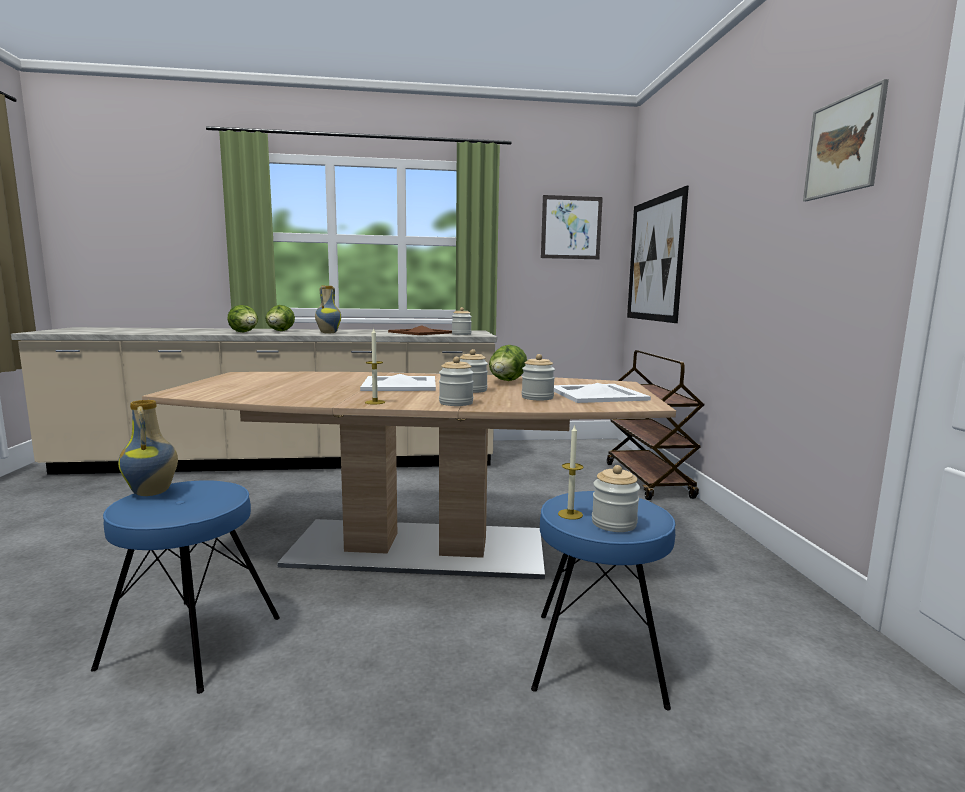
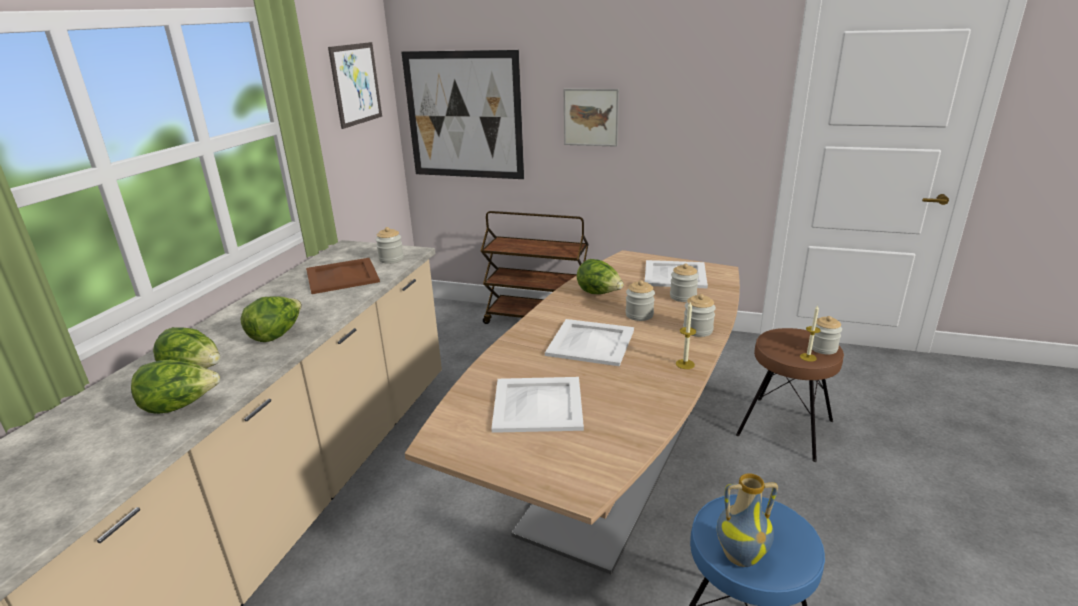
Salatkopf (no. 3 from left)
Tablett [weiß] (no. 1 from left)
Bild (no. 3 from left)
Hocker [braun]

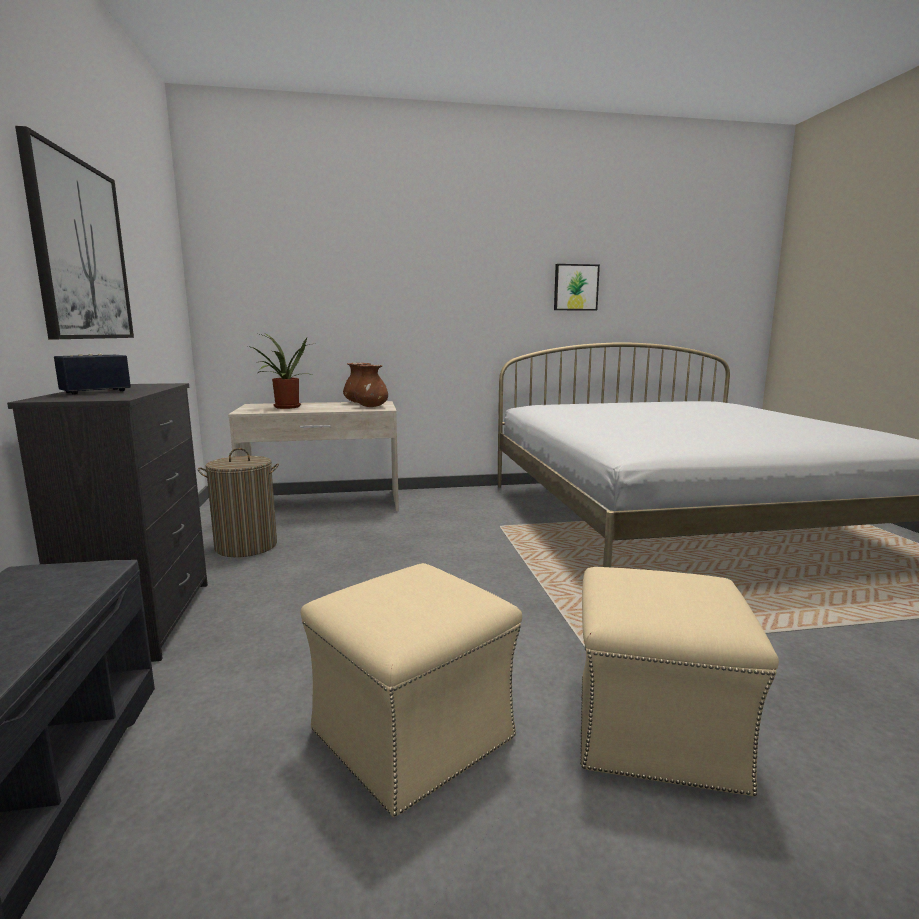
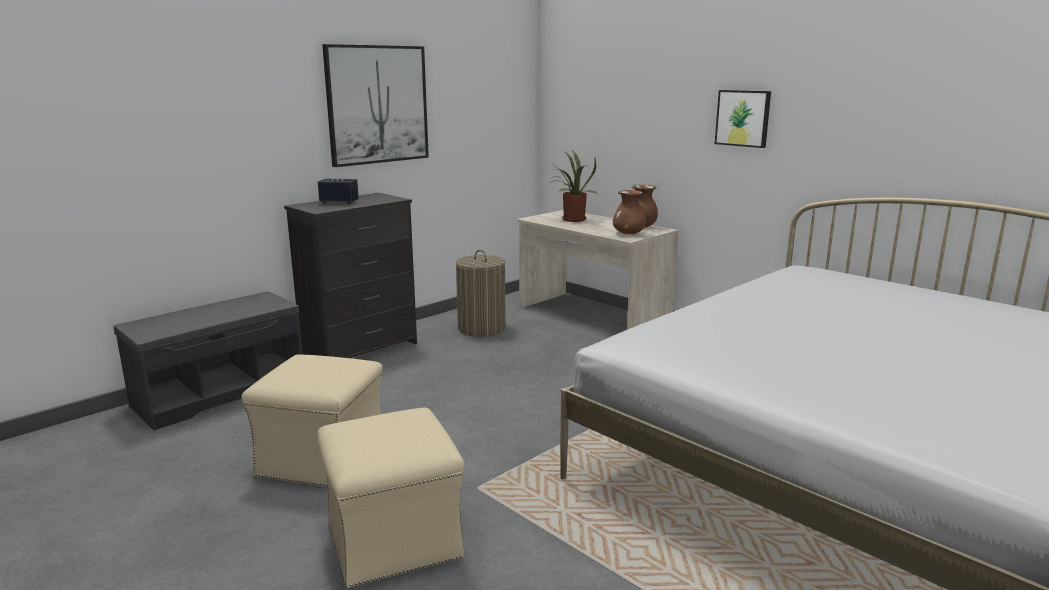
Bild (no. 2 from left)

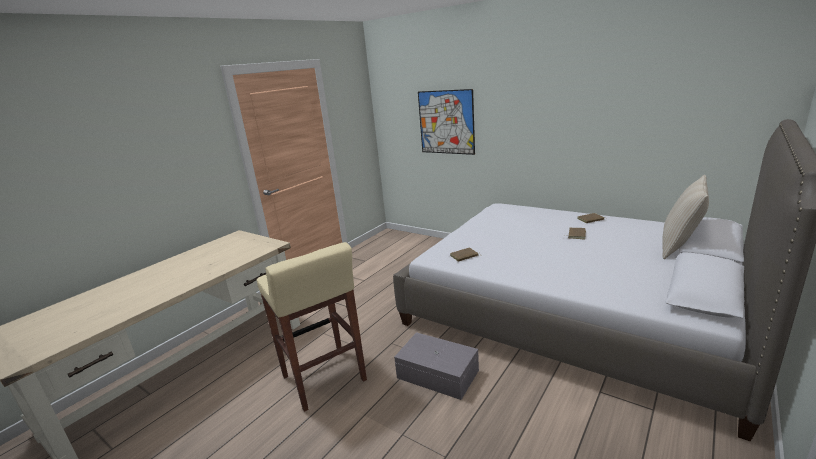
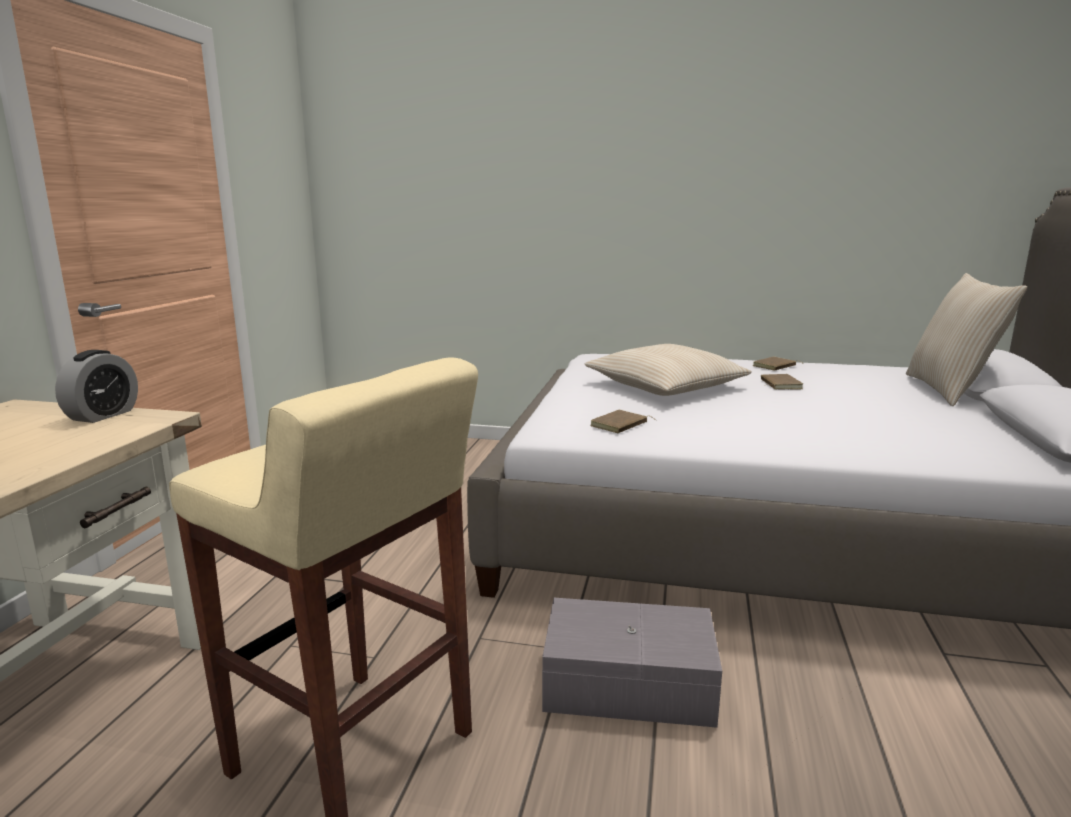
Wecker
Kissen [beige] (no. 1 from left)
Bild

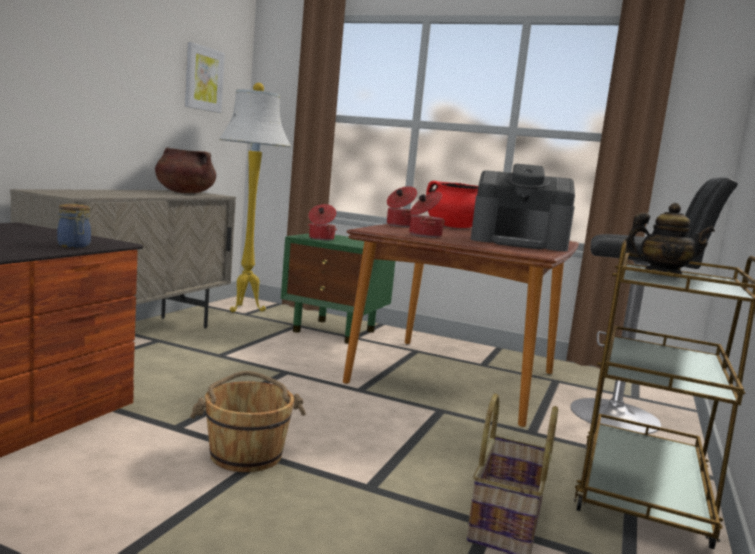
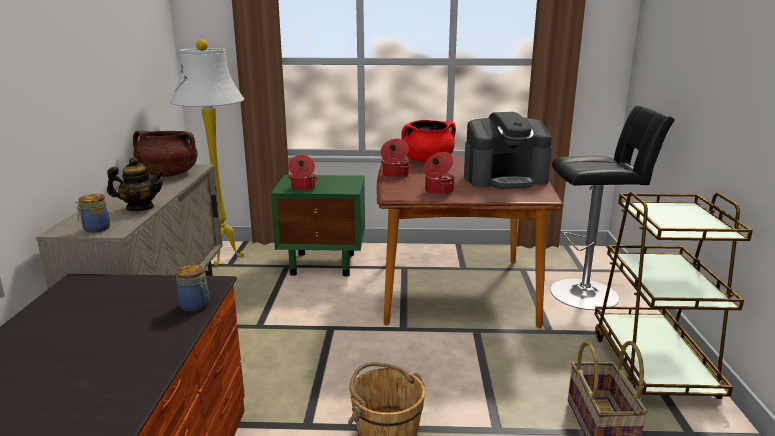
Vorratsglas (no. 1 from left)
Teekanne
Bild

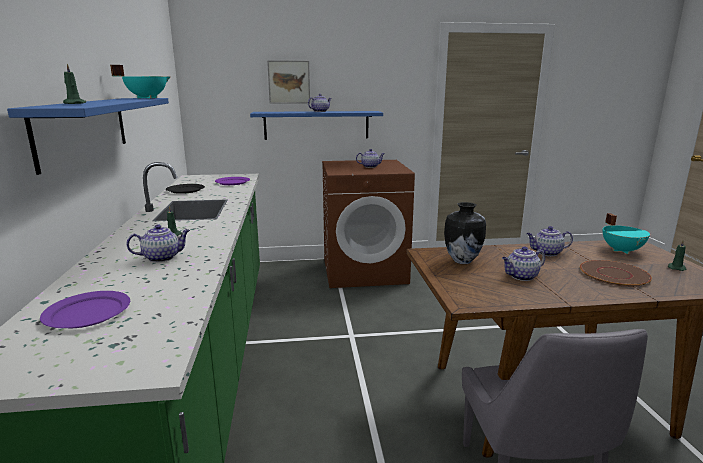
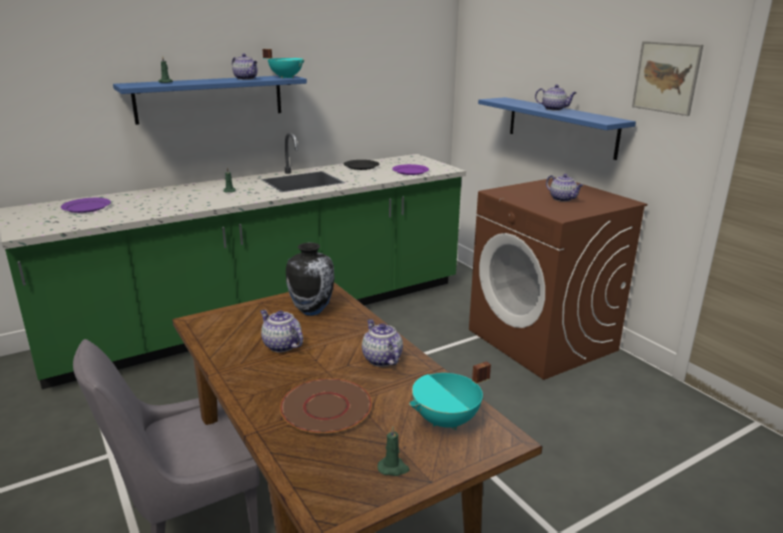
Teekanne (no. 1 from left)
Bild

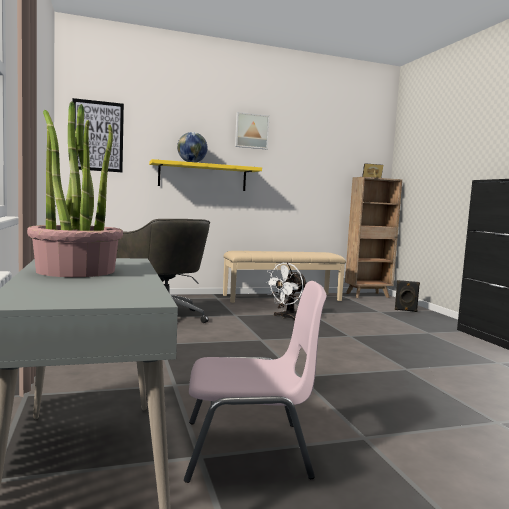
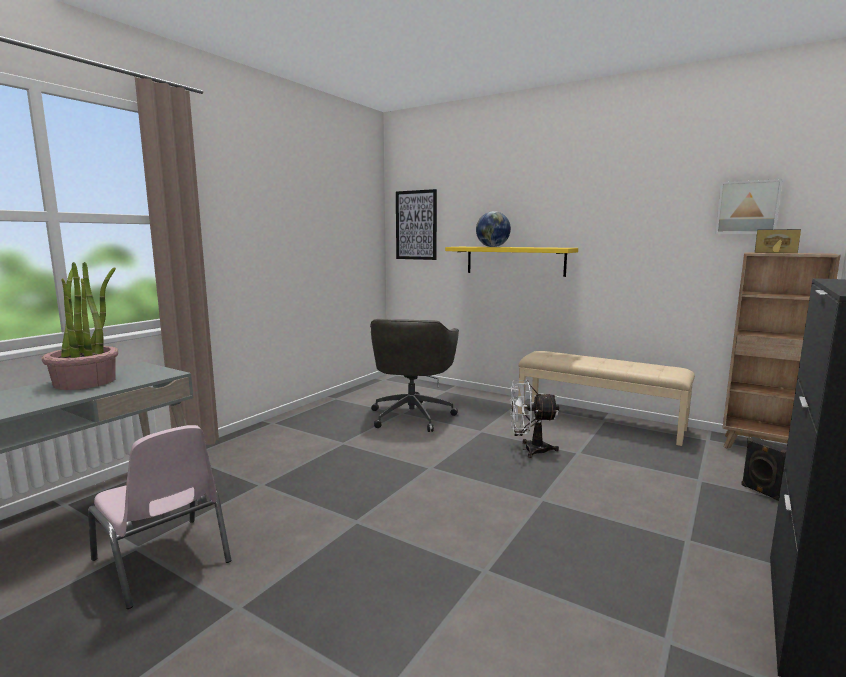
Bild (no. 2 from left)

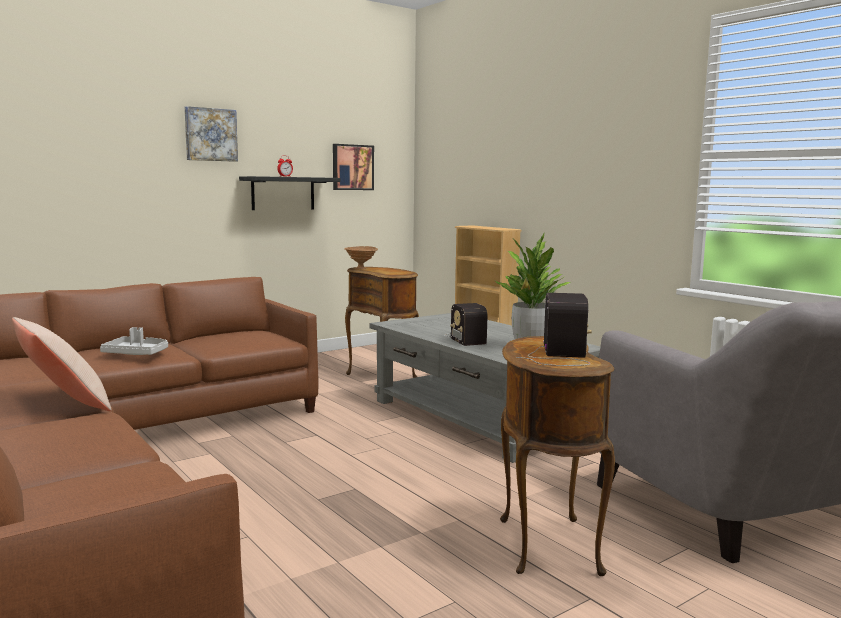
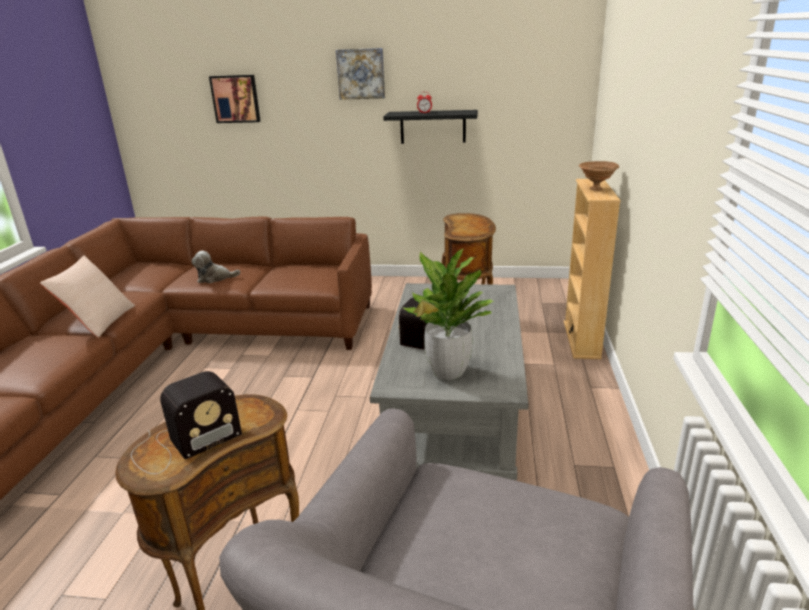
Plüschtier
Bild (no. 1 from left)
Schüssel [braun]

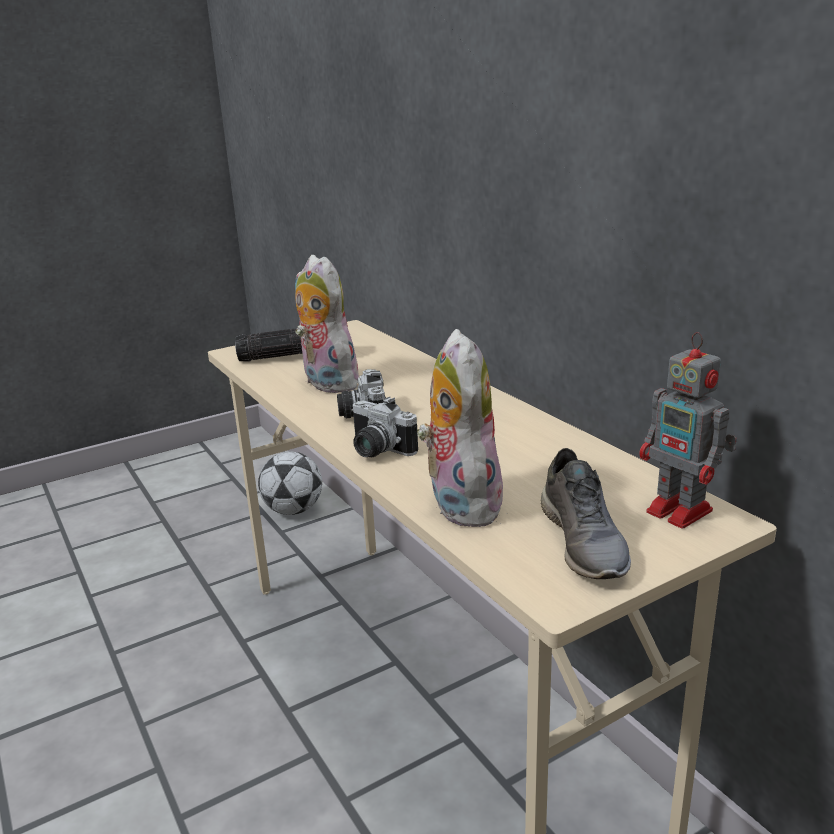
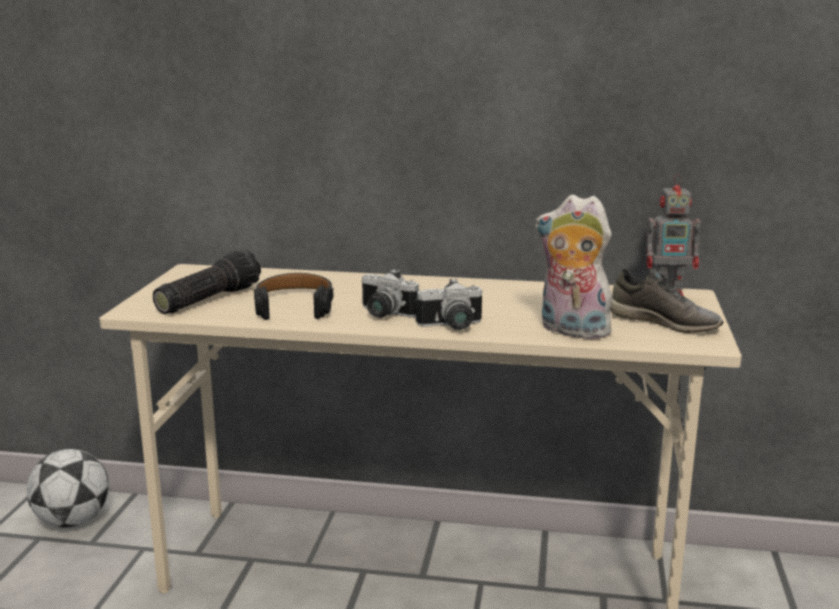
Kopfhörer [schwarz]

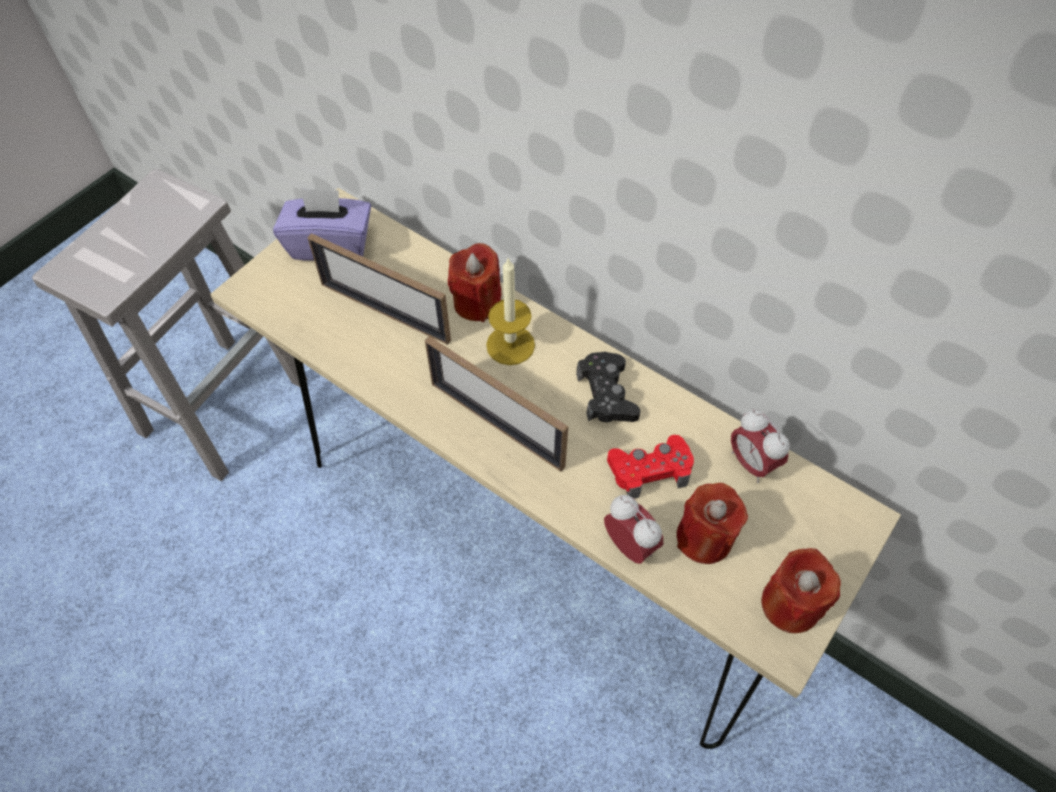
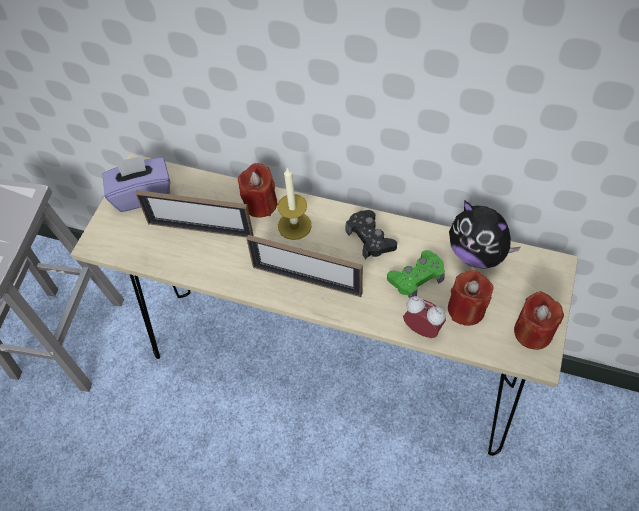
Gamepad [grün]
Plüschtier

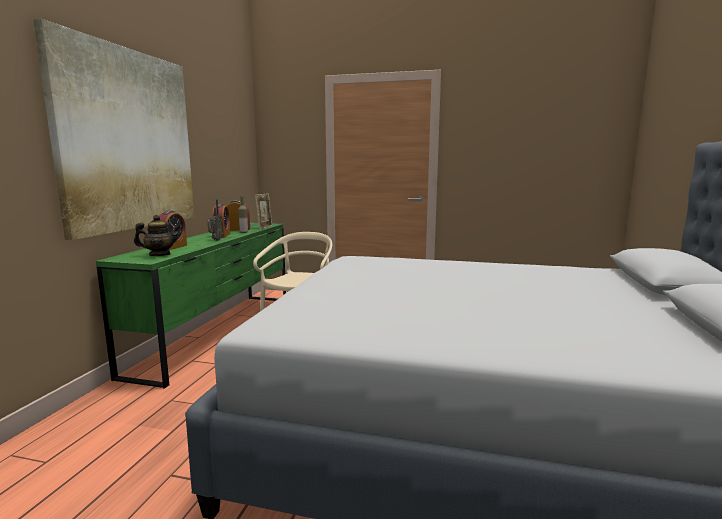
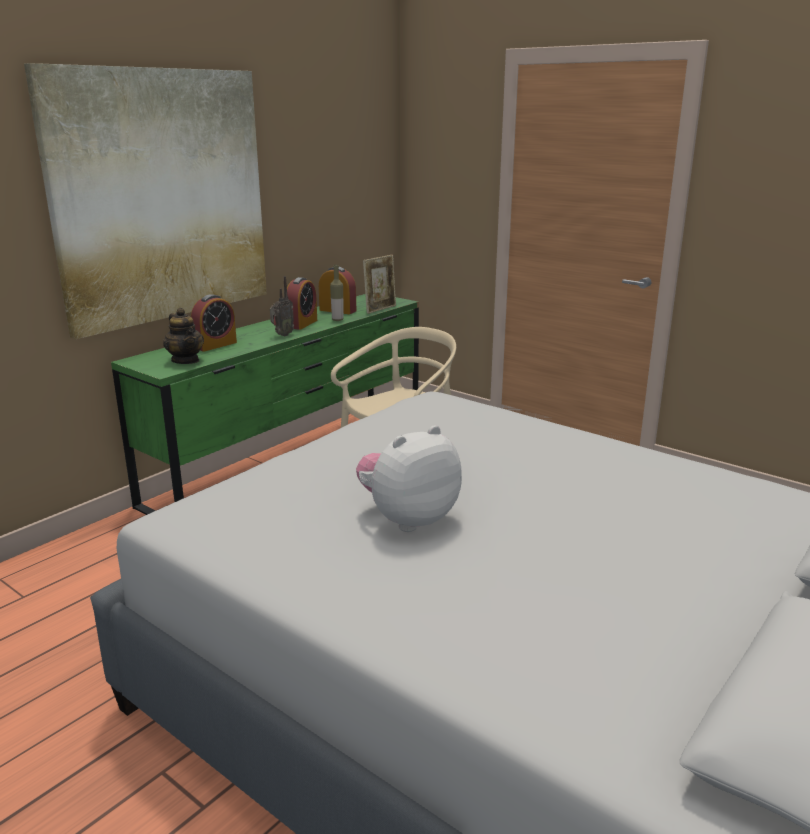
Teekanne
Plüschtier

